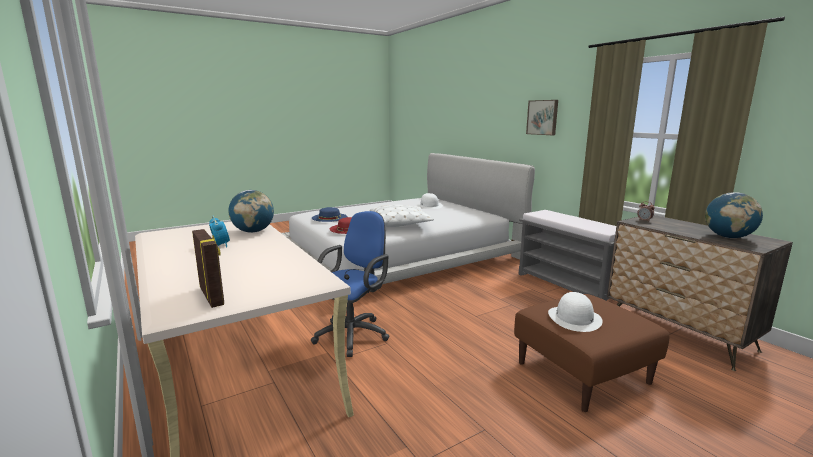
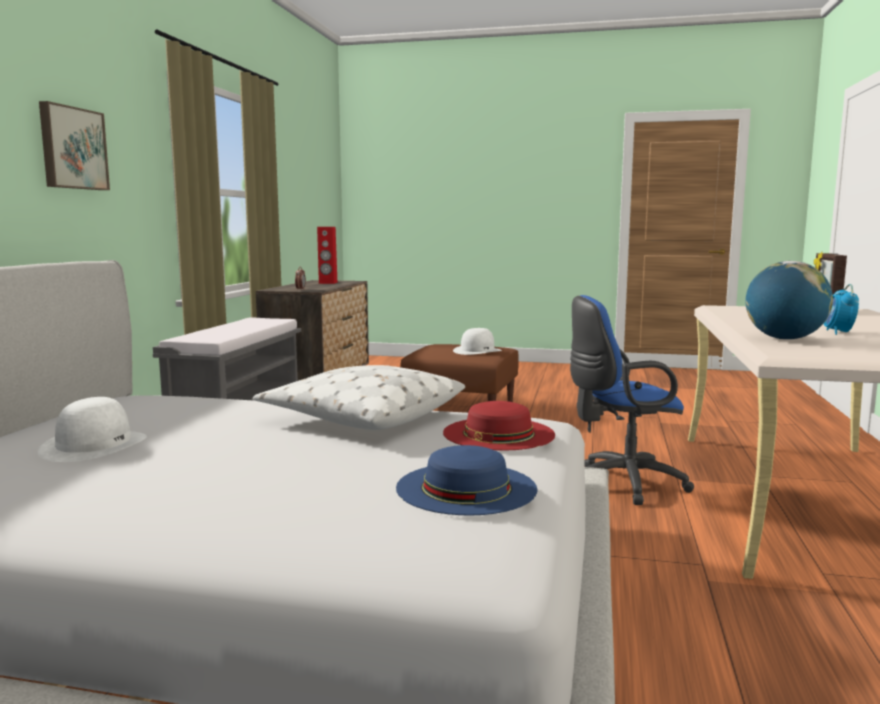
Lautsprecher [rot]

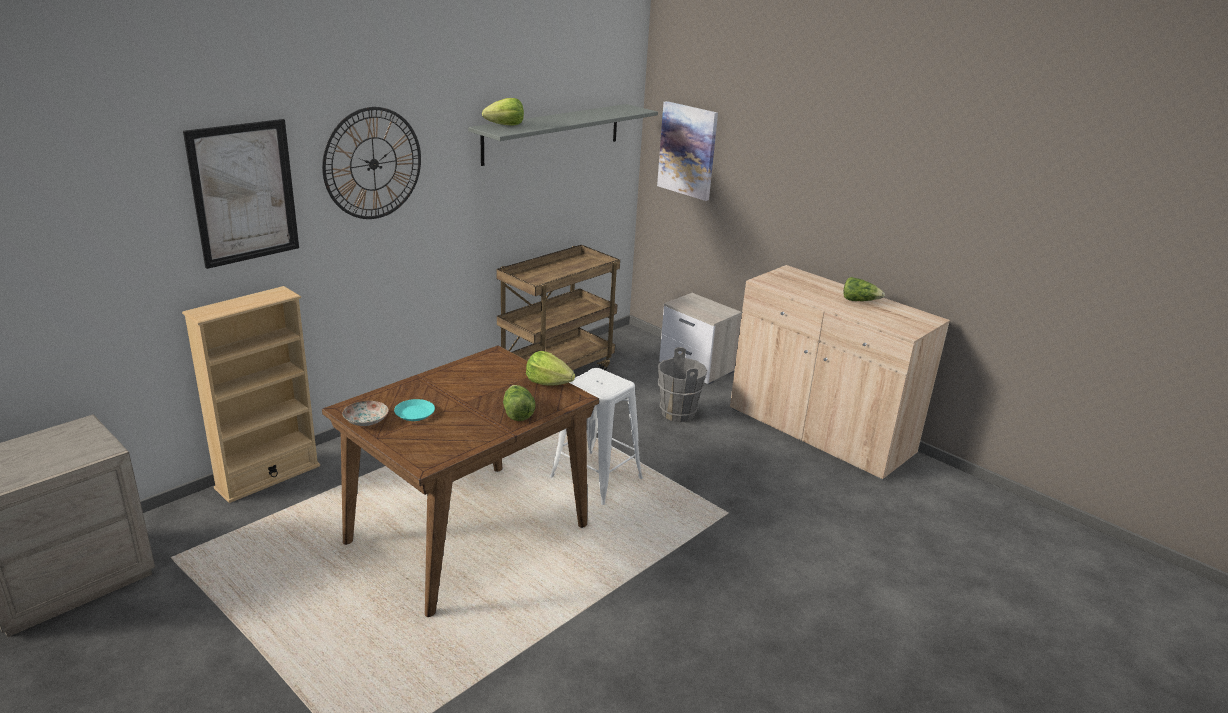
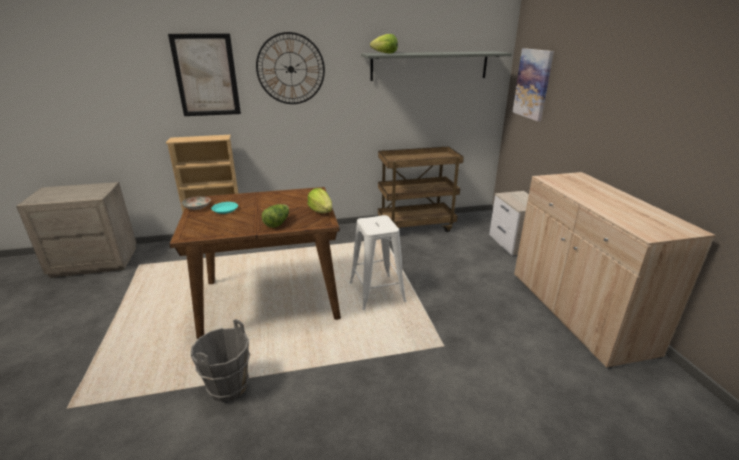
Eimer [grau]
Salatkopf (no. 4 from left in the first image)

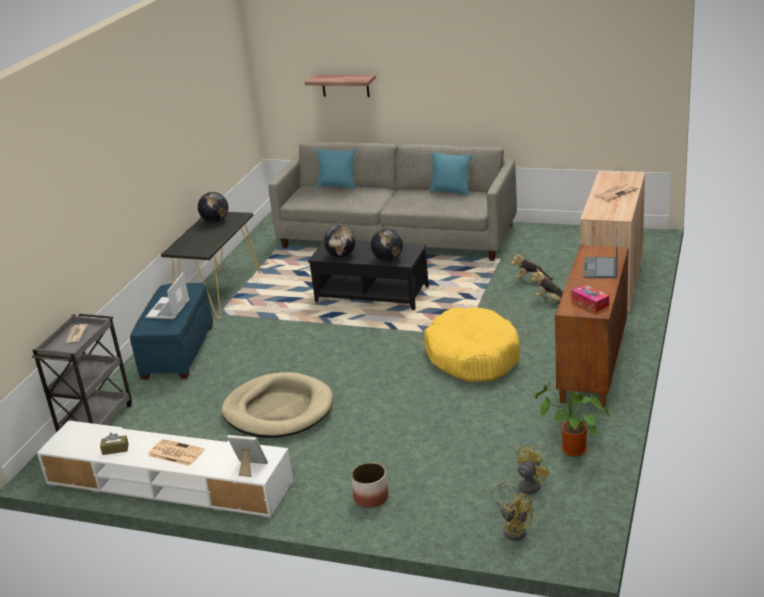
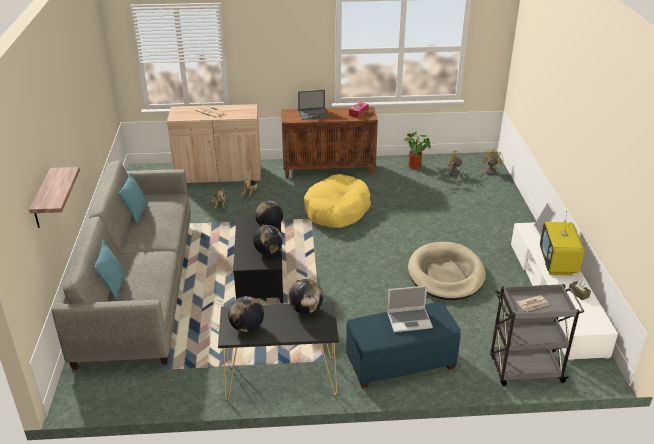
Globus (no. 4 from left)
Fernseher
Pflanzkübel

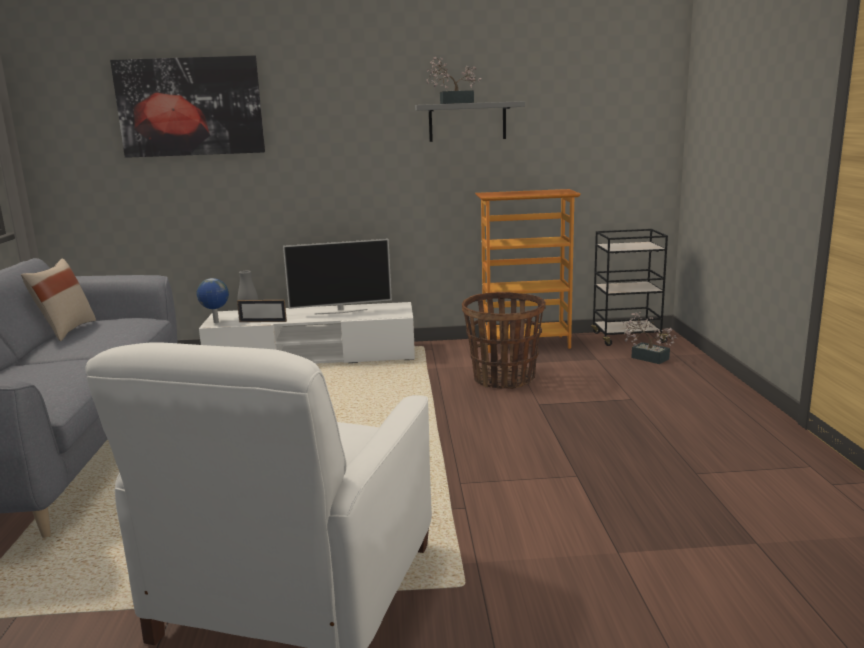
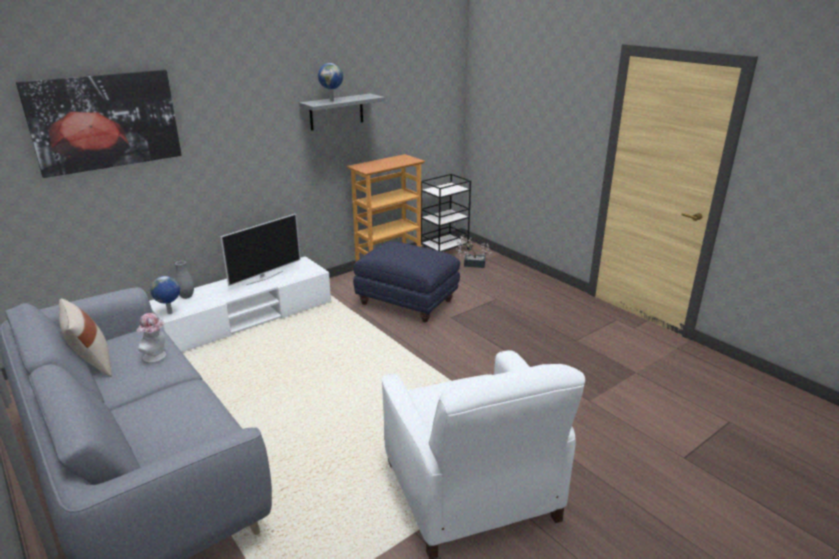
Hut
Globus (no. 2 from left)
Polsterhocker [blau]
Bilderrahmen

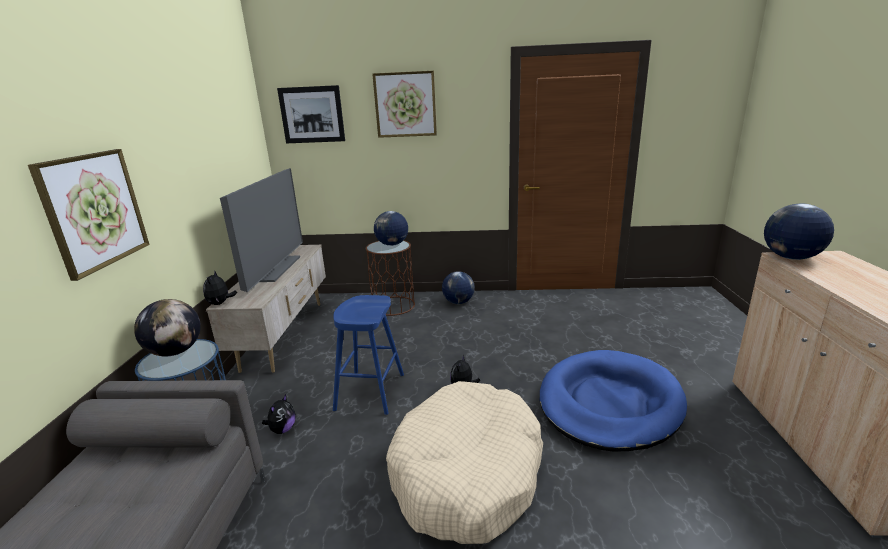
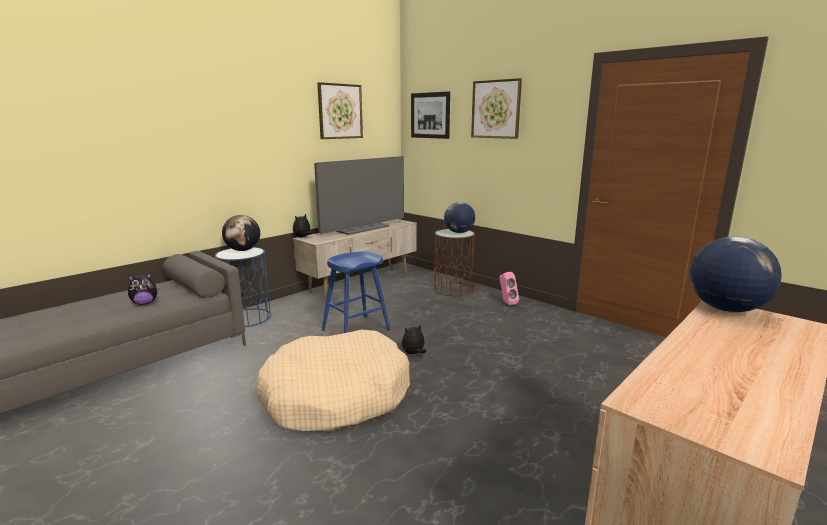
Plüschtier (no. 1 from left)
Bild (no. 1 from left)
Lautsprecher [rosa]
Hundebett [blau]

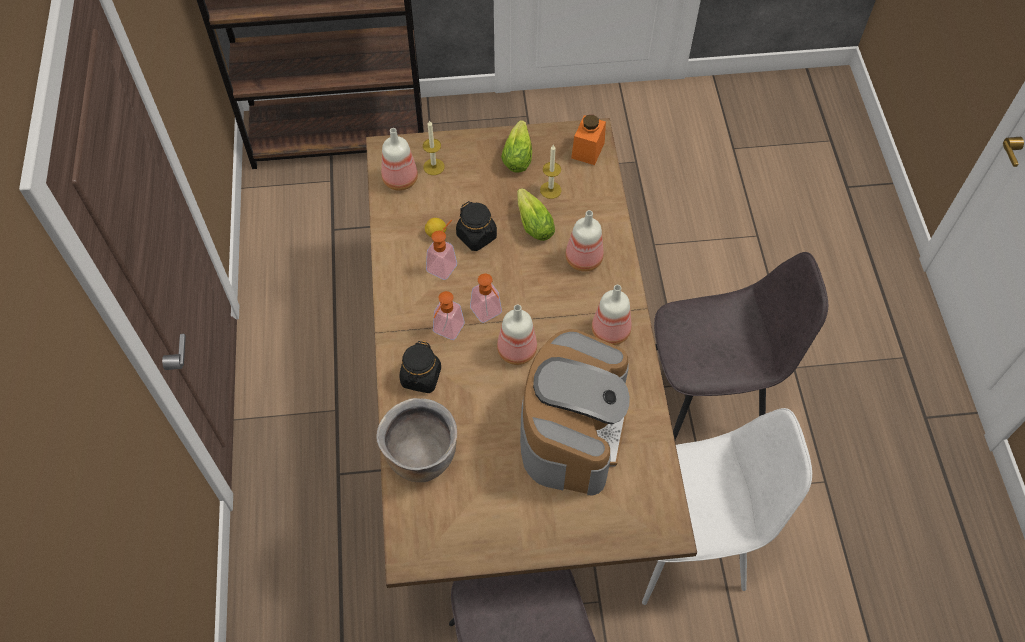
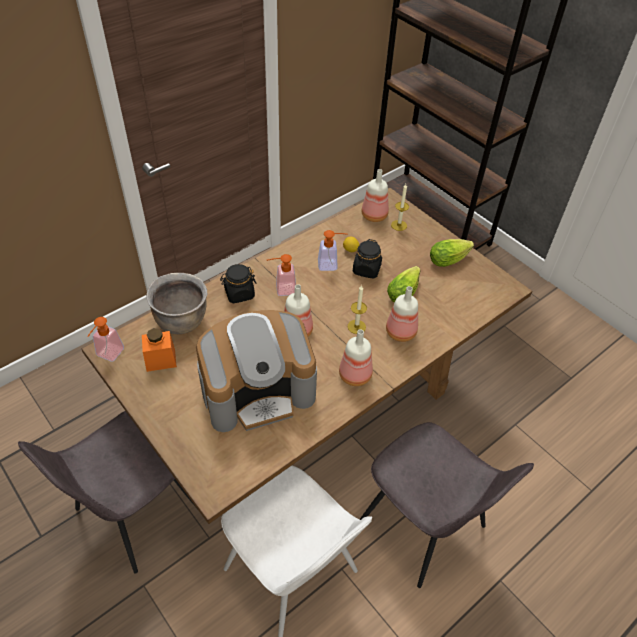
Seifenspender (no. 1 from left)
Vorratsglas [orange]
Kerze (no. 1 from left)

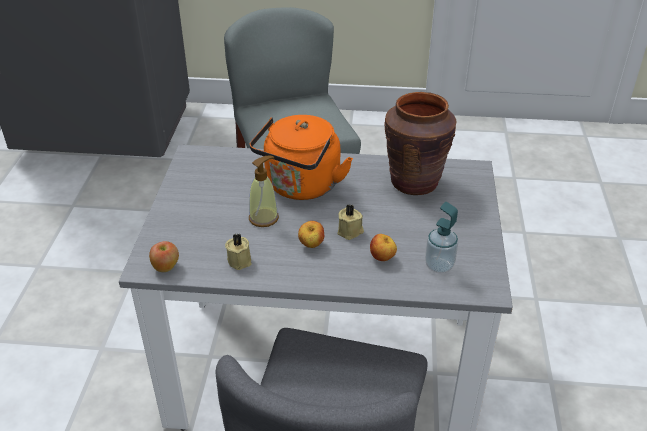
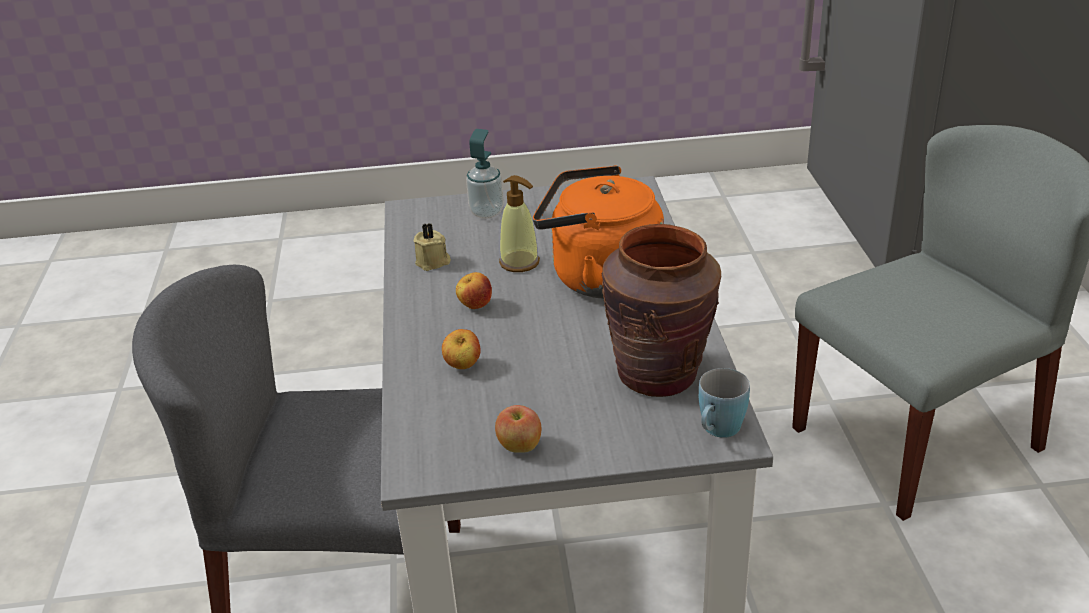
Seifenspender (no. 1 from left)
Apfel (no. 3 from left)
Henkelbecher [blau]
Kerze [beige] (no. 2 from left in the first image)

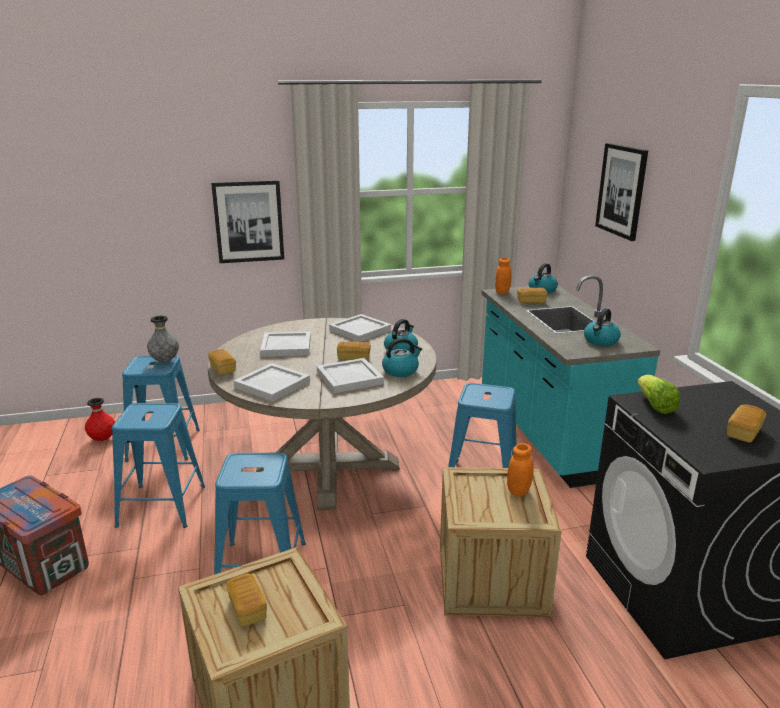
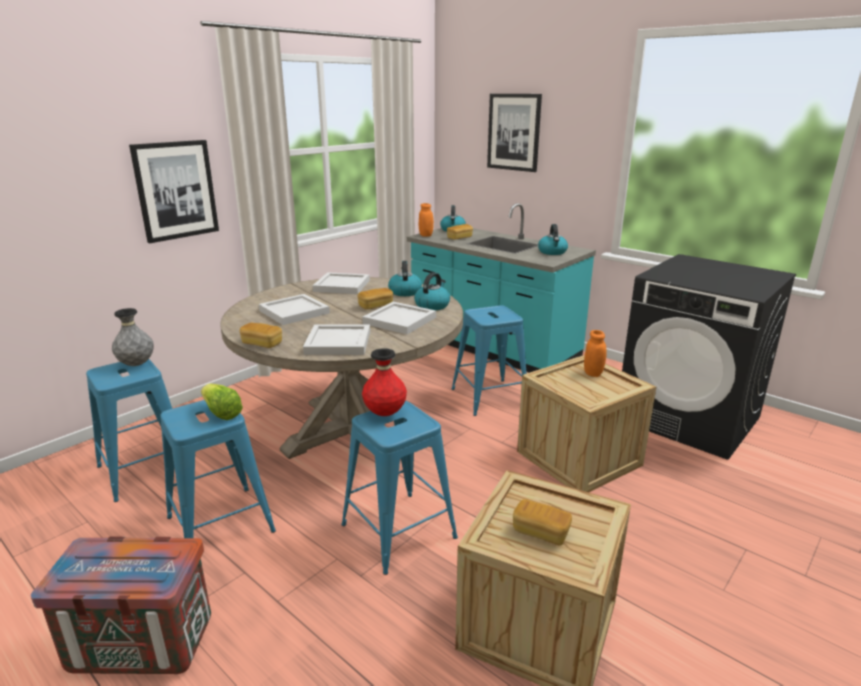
Salatkopf
Vase [rot]
Brot (no. 5 from left in the first image)

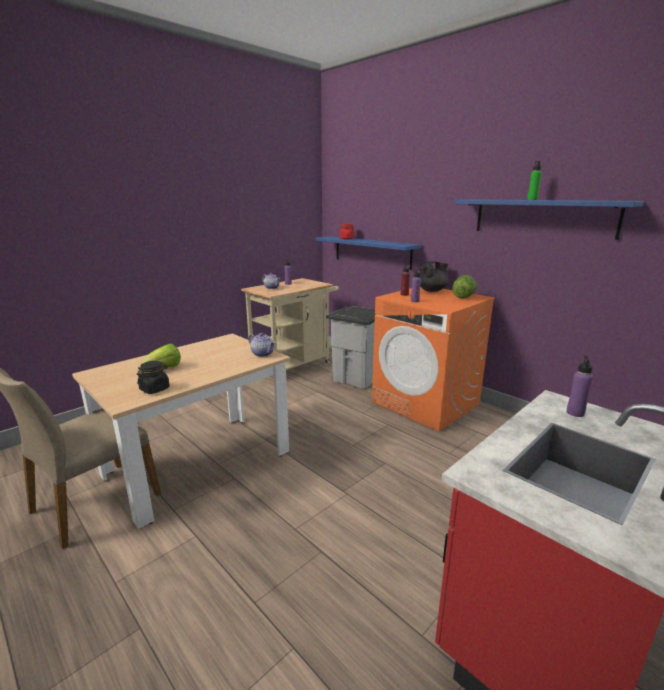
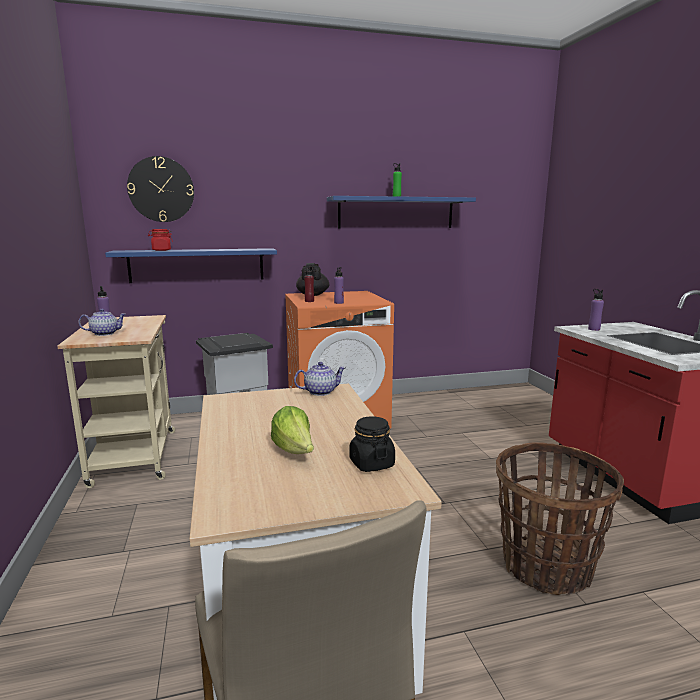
Wanduhr
Korb
Salatkopf (no. 2 from left in the first image)

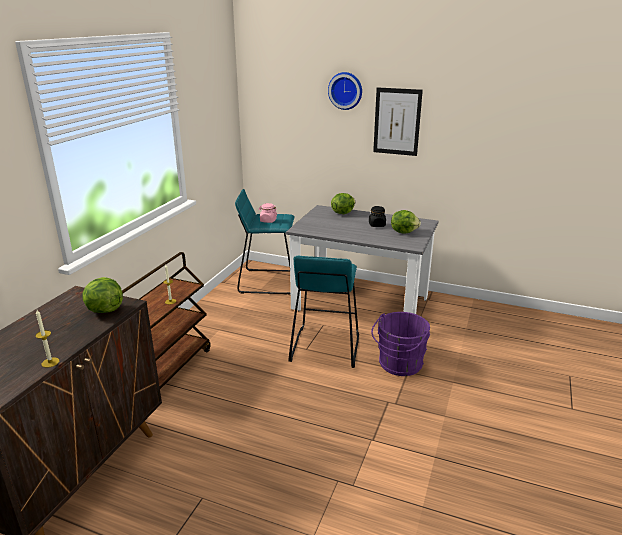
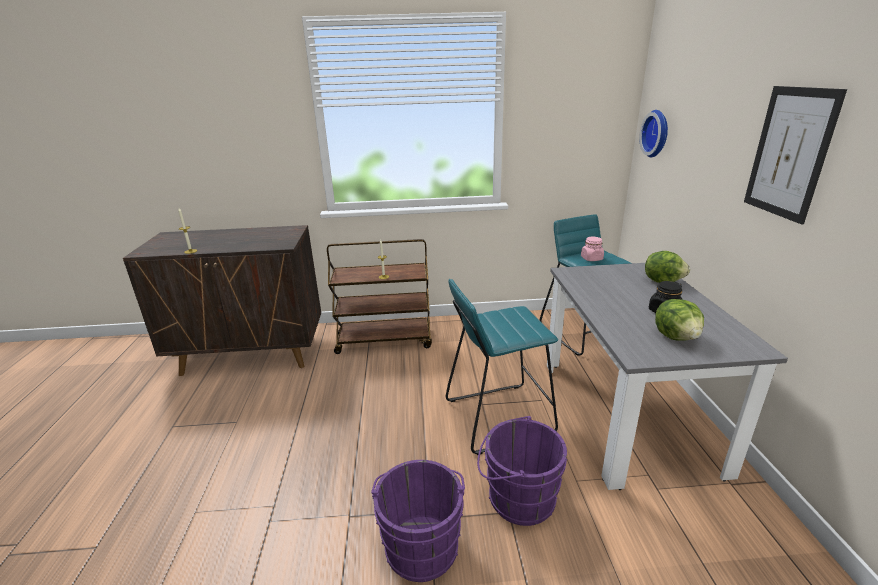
Eimer [lila] (no. 1 from left)
Wanduhr
Salatkopf (no. 1 from left in the first image)

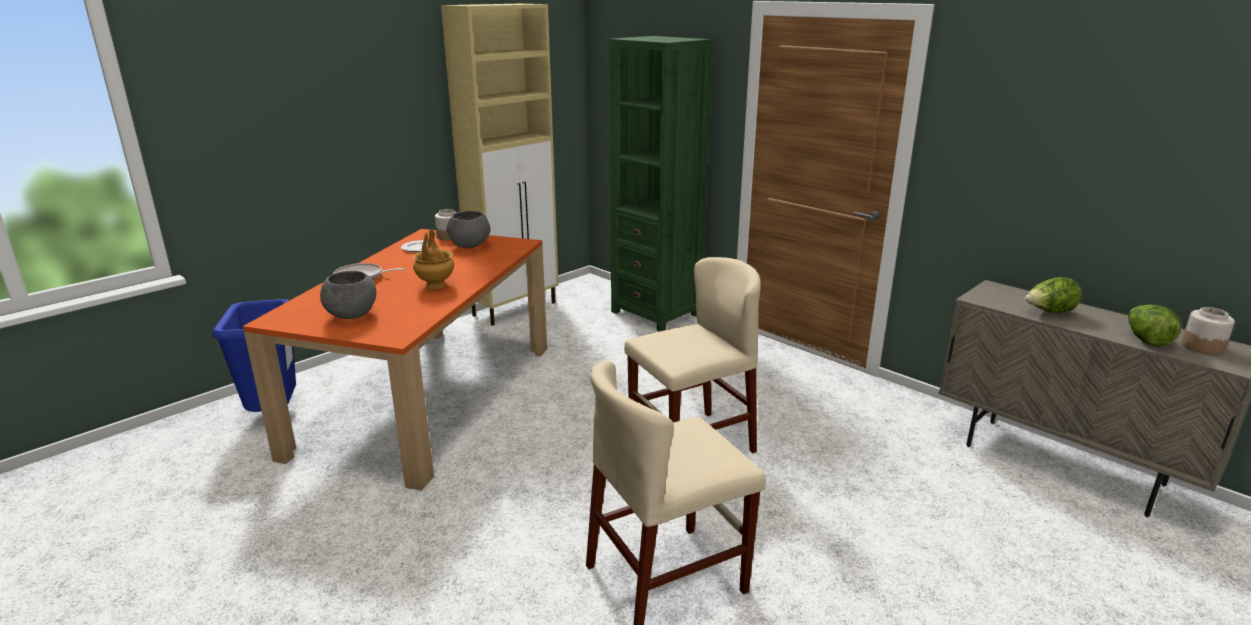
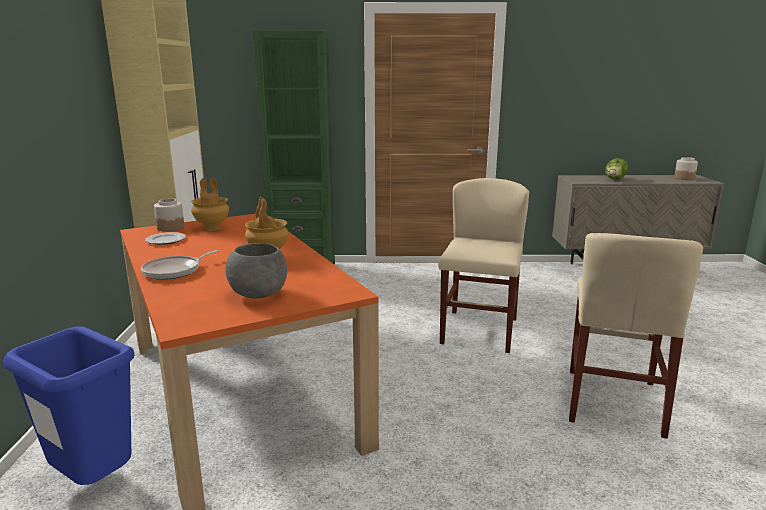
Vase [braun] (no. 1 from left)
Salatkopf (no. 2 from left in the first image)

